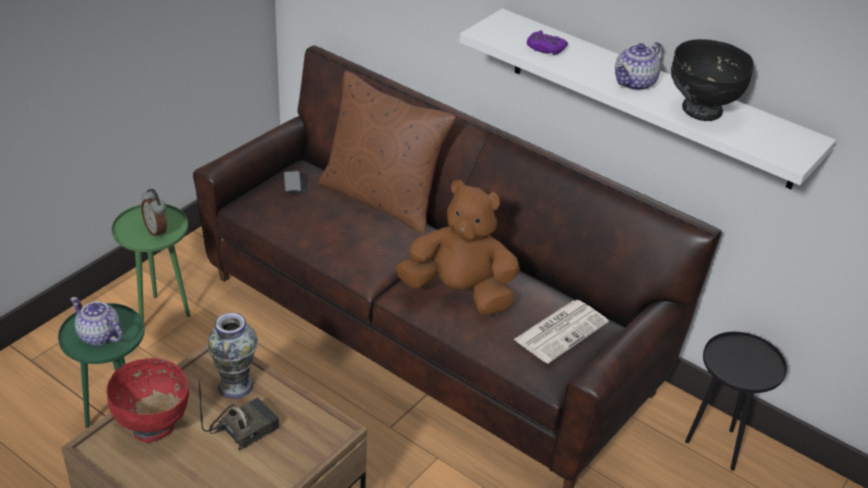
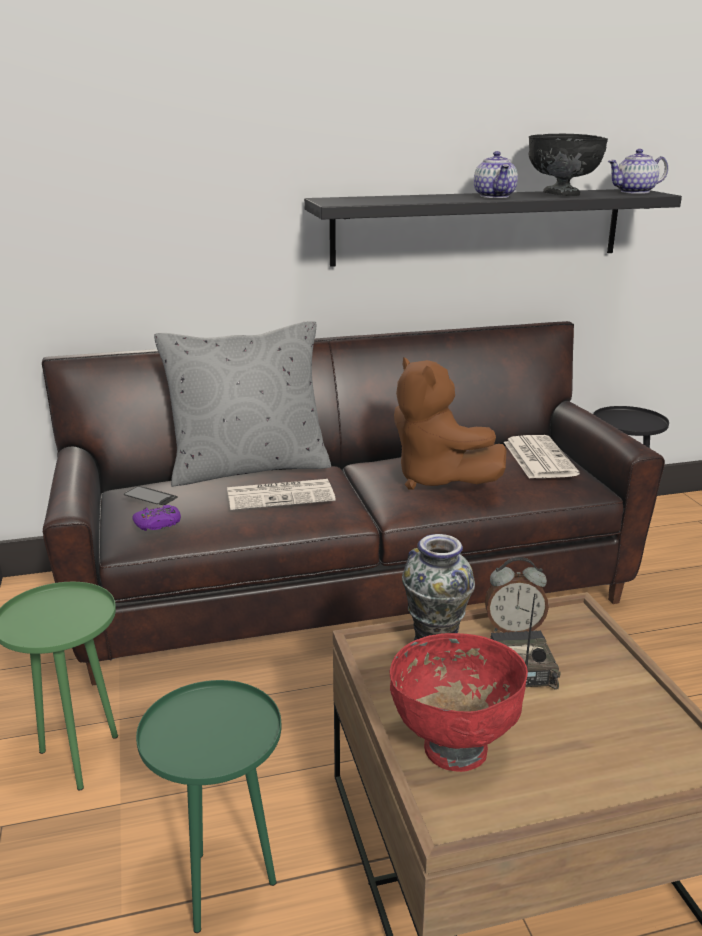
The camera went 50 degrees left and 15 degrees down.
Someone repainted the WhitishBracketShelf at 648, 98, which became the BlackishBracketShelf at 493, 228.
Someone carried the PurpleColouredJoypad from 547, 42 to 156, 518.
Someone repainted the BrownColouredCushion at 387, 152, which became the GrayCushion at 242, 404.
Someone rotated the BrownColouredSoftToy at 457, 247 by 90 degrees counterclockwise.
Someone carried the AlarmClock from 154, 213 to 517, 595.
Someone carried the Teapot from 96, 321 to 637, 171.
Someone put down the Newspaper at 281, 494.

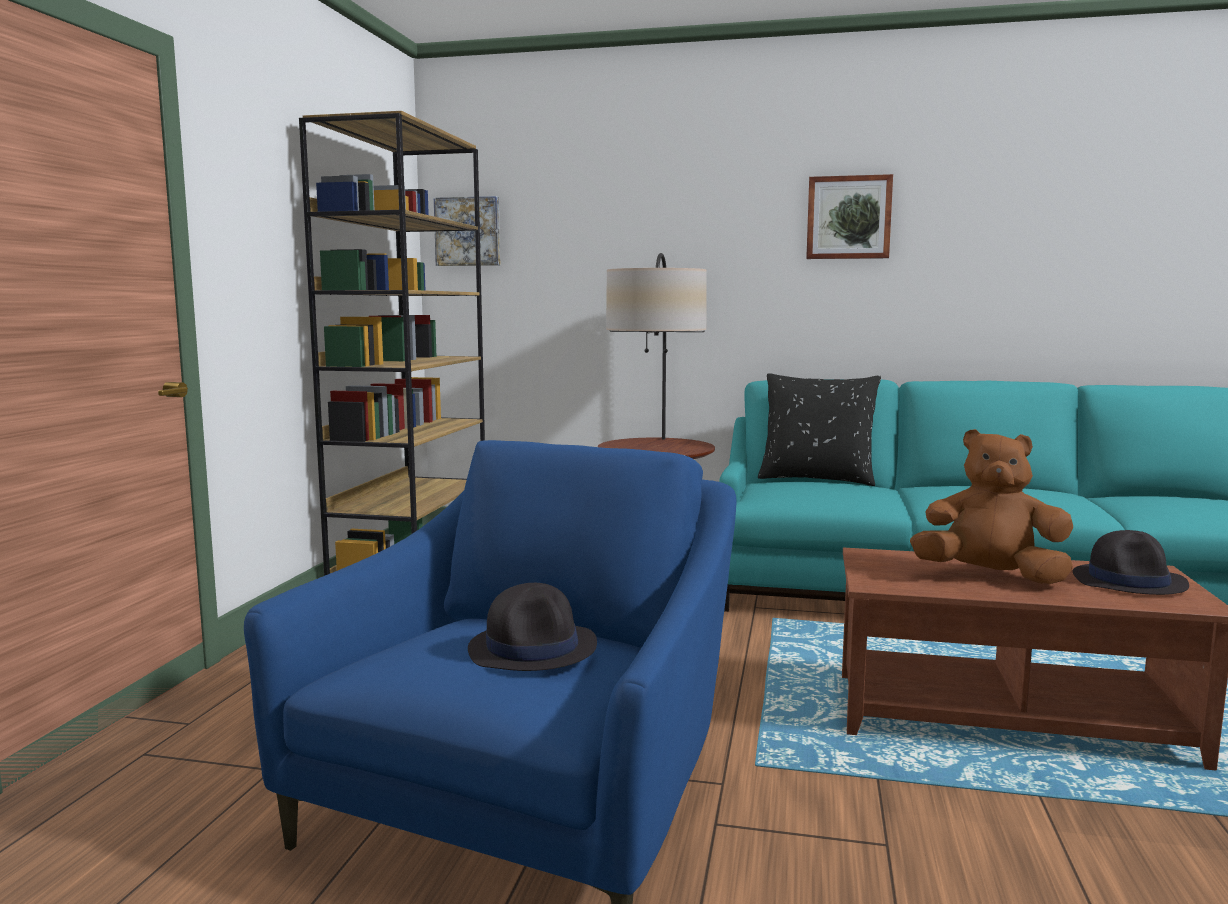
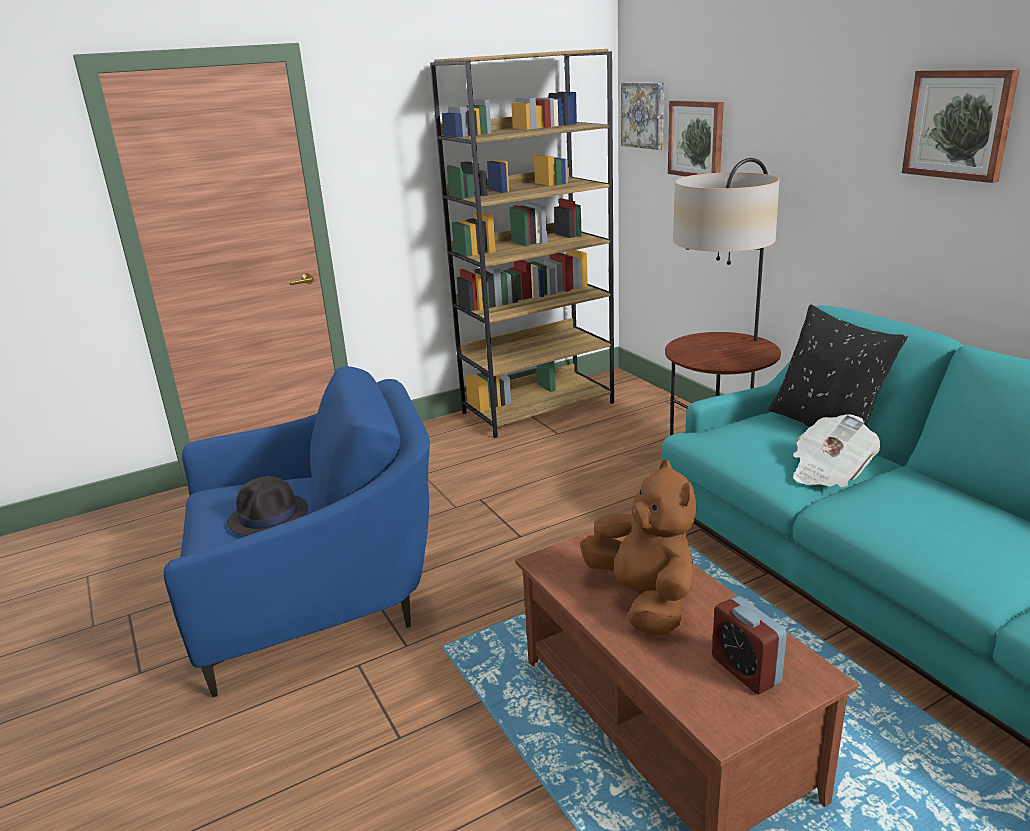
The camera went 50 degrees right and 15 degrees up.
Someone swapped the BlackishWearableHat at 1131, 562 for the AlarmClock at 749, 645.
Someone put up the WallPicture at 696, 138.
Someone put down the Newspaper at 836, 450.

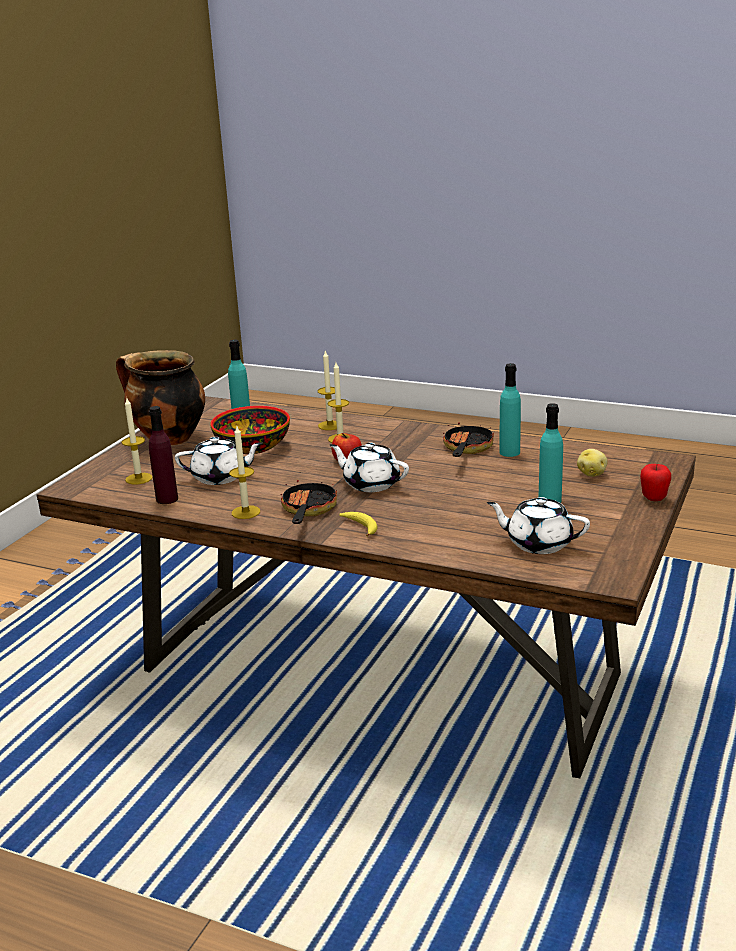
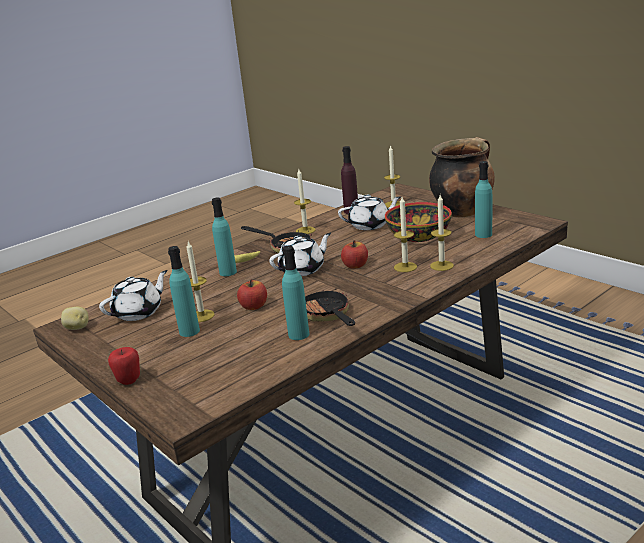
The camera went 115 degrees right and 0 degrees up.
Someone rotated the Skillet at 468, 436 by 150 degrees counterclockwise.
Someone rotated the WhitishTeapot at 219, 461 by 120 degrees counterclockwise.
Someone carried the Spud from 592, 463 to 75, 318.
Someone put down the TurquoiseBeverageBottle at 224, 237.
Someone put down the Candle at 200, 282.
Someone put down the Apple at 252, 294.

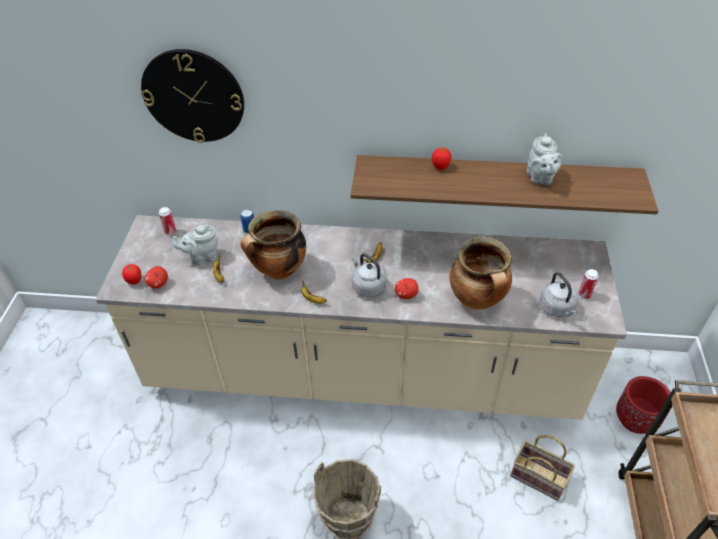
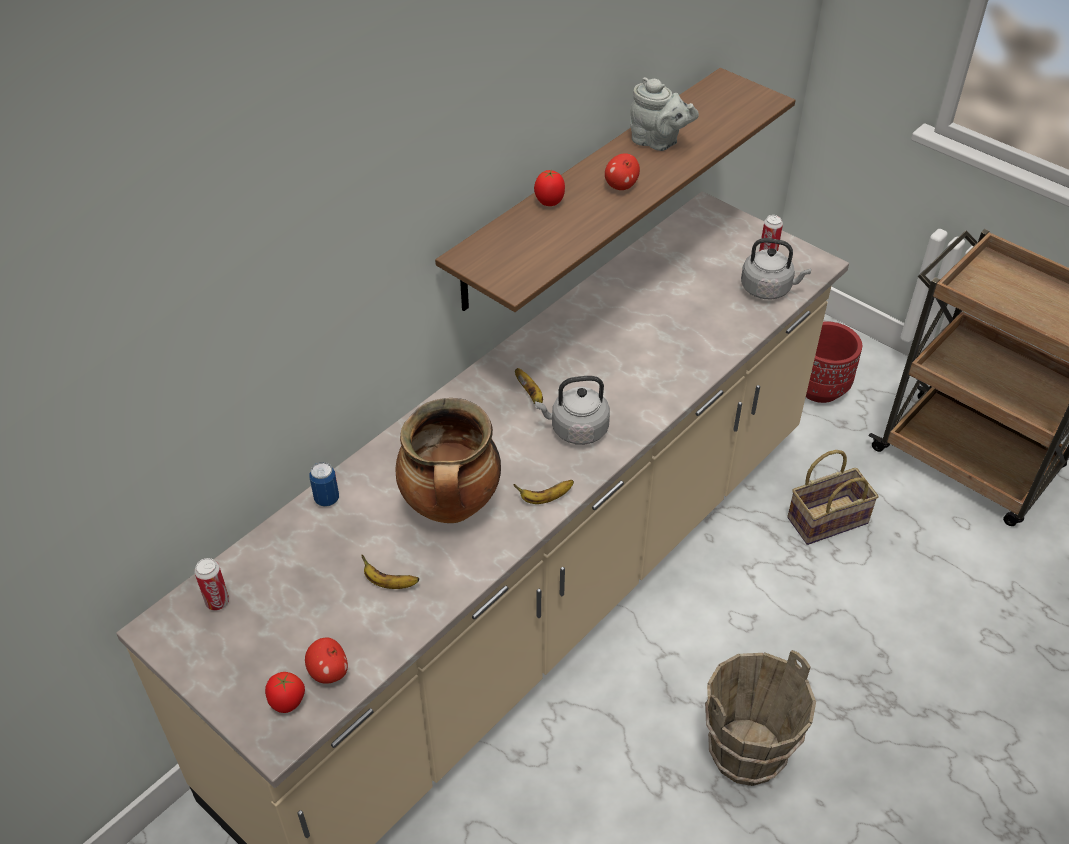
The camera went 55 degrees left and 0 degrees up.
Someone took away the ClockOnTheWall at 192, 96.
Someone took away the GrayTeapot at 195, 245.
Someone took away the CookingPot at 480, 273.
Someone carried the Apple from 406, 288 to 622, 171.

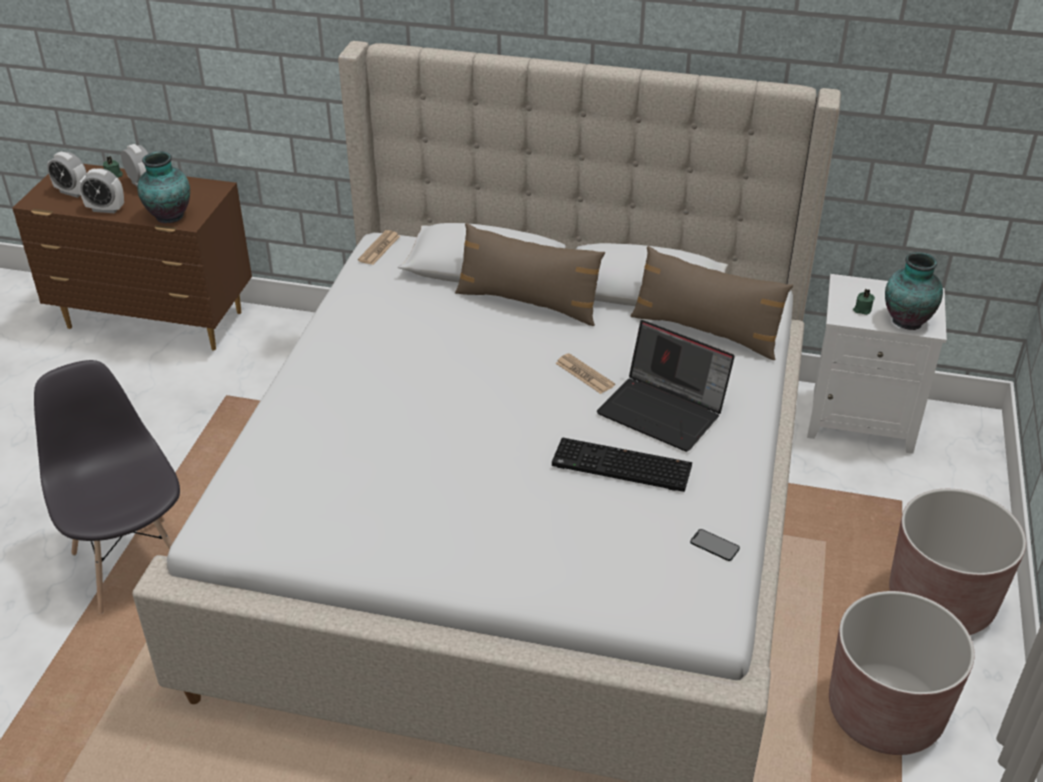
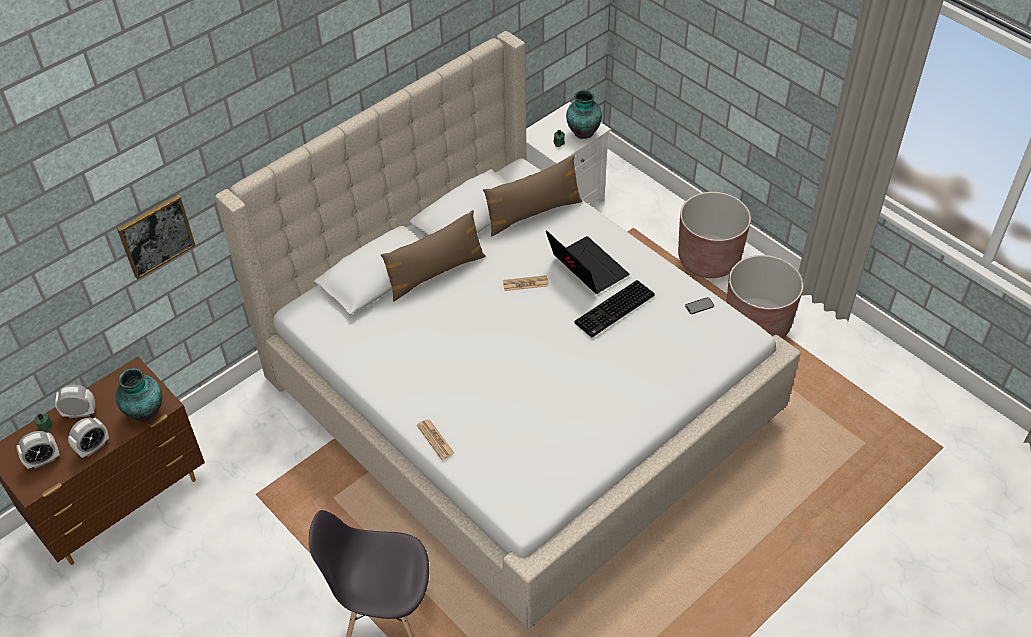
The camera went 55 degrees left and 10 degrees up.
Someone carried the Newspaper from 379, 247 to 435, 439.
Someone rotated the PortableComputer at 666, 386 by 105 degrees counterclockwise.
Someone put up the WallPicture at 156, 237.

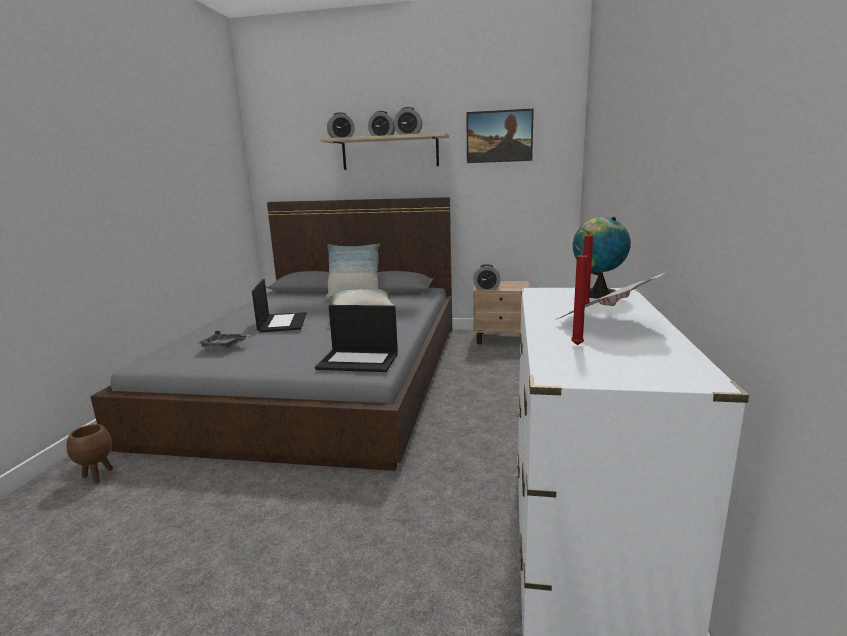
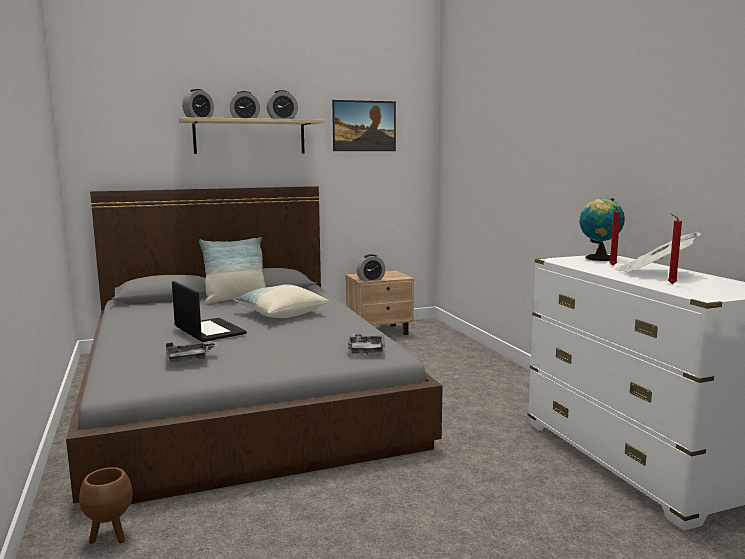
The camera went 30 degrees left and 5 degrees down.
Someone swapped the PortableComputer at 356, 338 for the GrayTray at 366, 344.

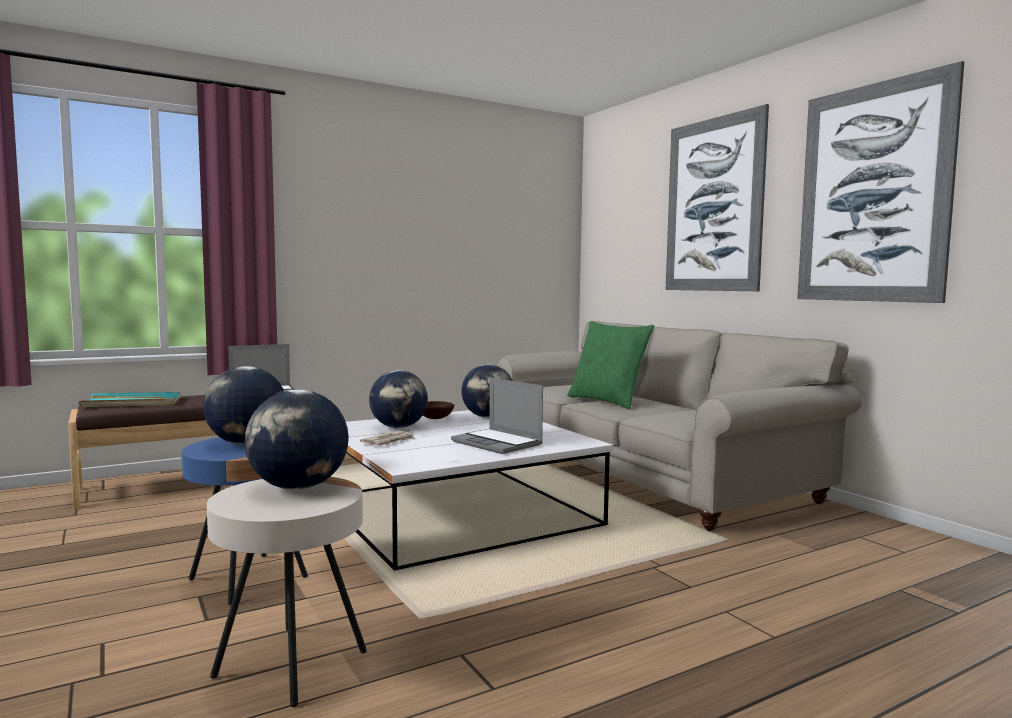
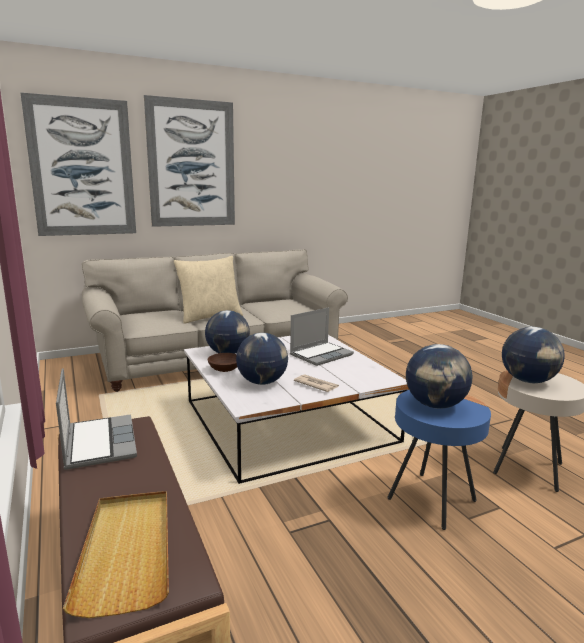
The camera went 85 degrees left and 10 degrees up.
Someone carried the WallPicture from 880, 182 to 78, 164.
Someone repainted the GreenCushion at 610, 365, which became the BeigeCushion at 208, 290.
Someone repainted the TurquoiseTray at 129, 399, which became the BeigeTray at 116, 554.

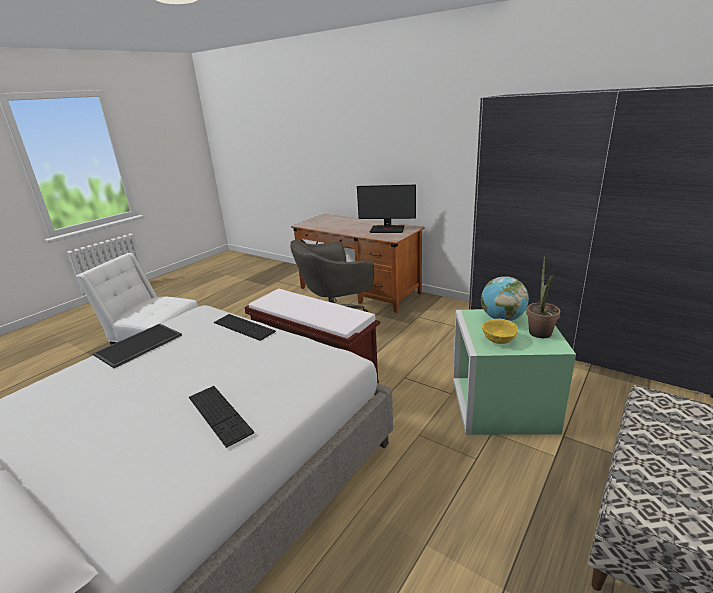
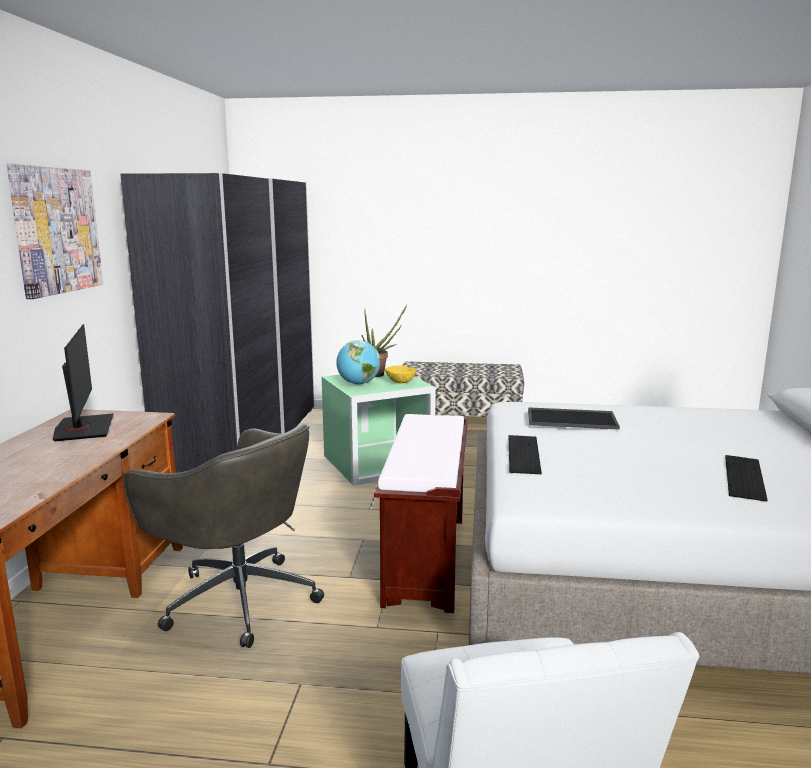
The camera went 120 degrees left and 10 degrees down.
Someone carried the Tray from 137, 346 to 574, 418.
Someone carried the PcKeyboard from 221, 417 to 746, 478.
Someone put up the WallPicture at 55, 231.

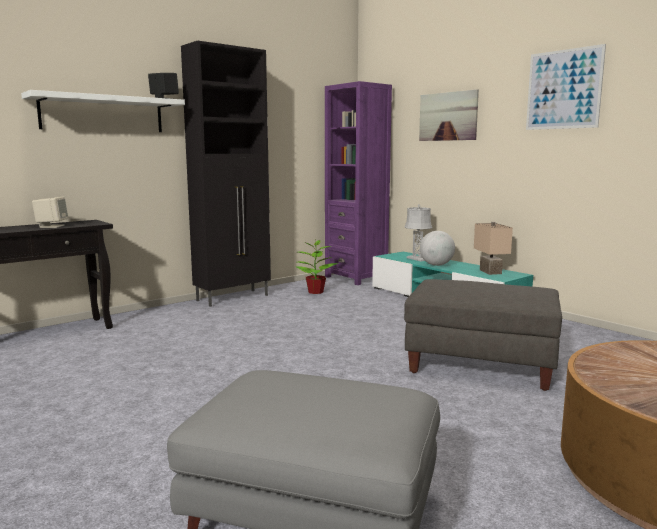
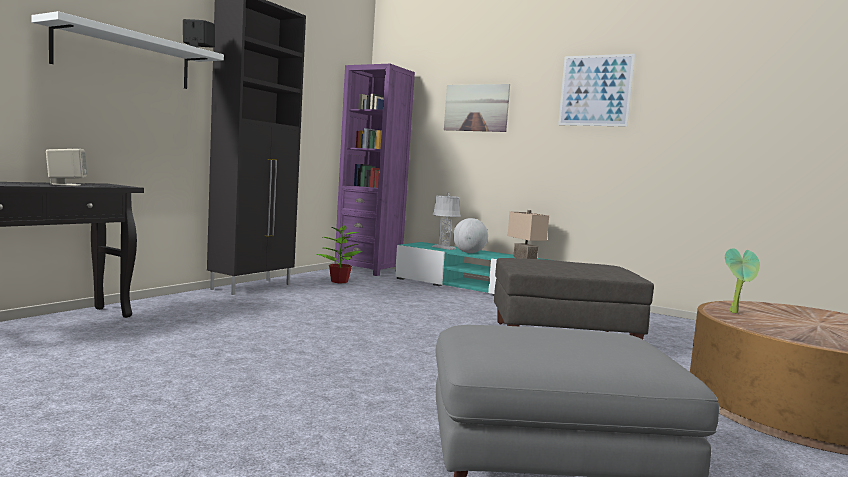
The camera went 20 degrees left and 5 degrees down.
Someone put down the PottedPlant at 742, 280.

